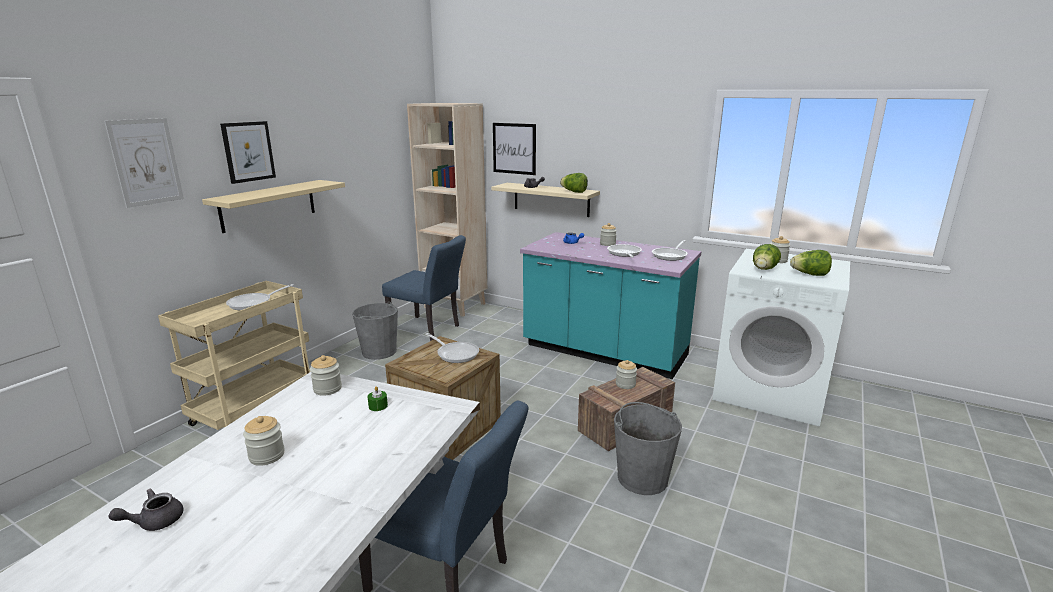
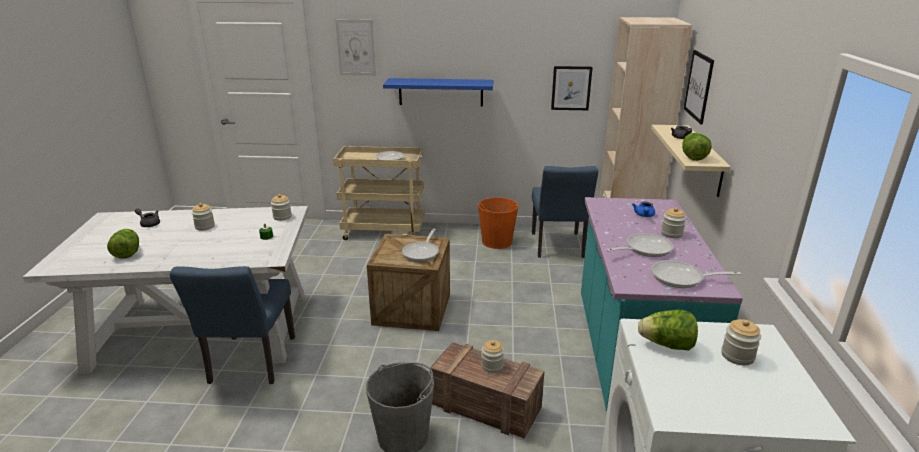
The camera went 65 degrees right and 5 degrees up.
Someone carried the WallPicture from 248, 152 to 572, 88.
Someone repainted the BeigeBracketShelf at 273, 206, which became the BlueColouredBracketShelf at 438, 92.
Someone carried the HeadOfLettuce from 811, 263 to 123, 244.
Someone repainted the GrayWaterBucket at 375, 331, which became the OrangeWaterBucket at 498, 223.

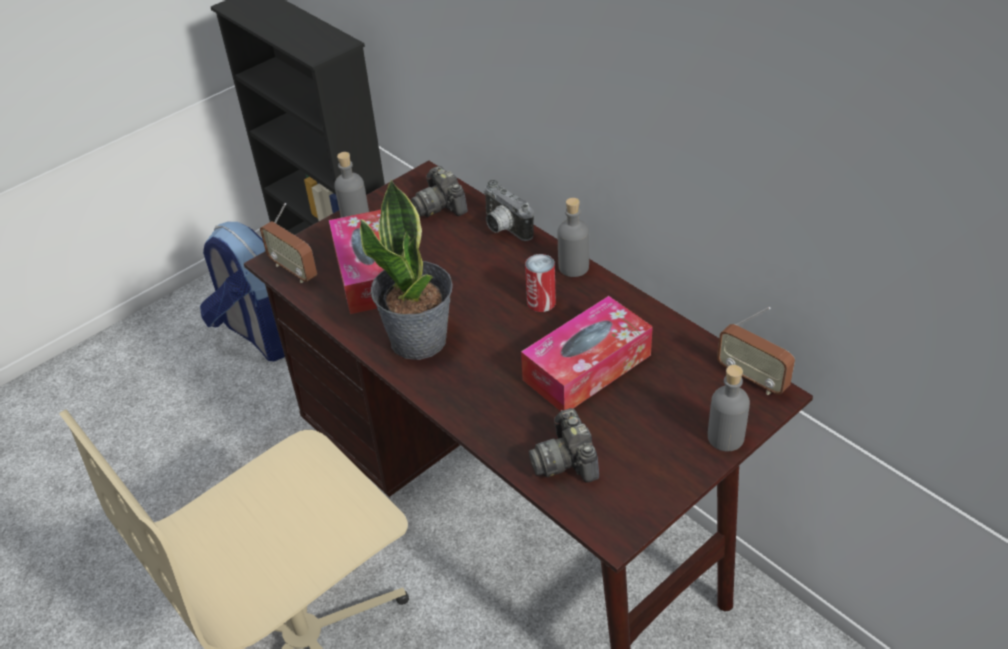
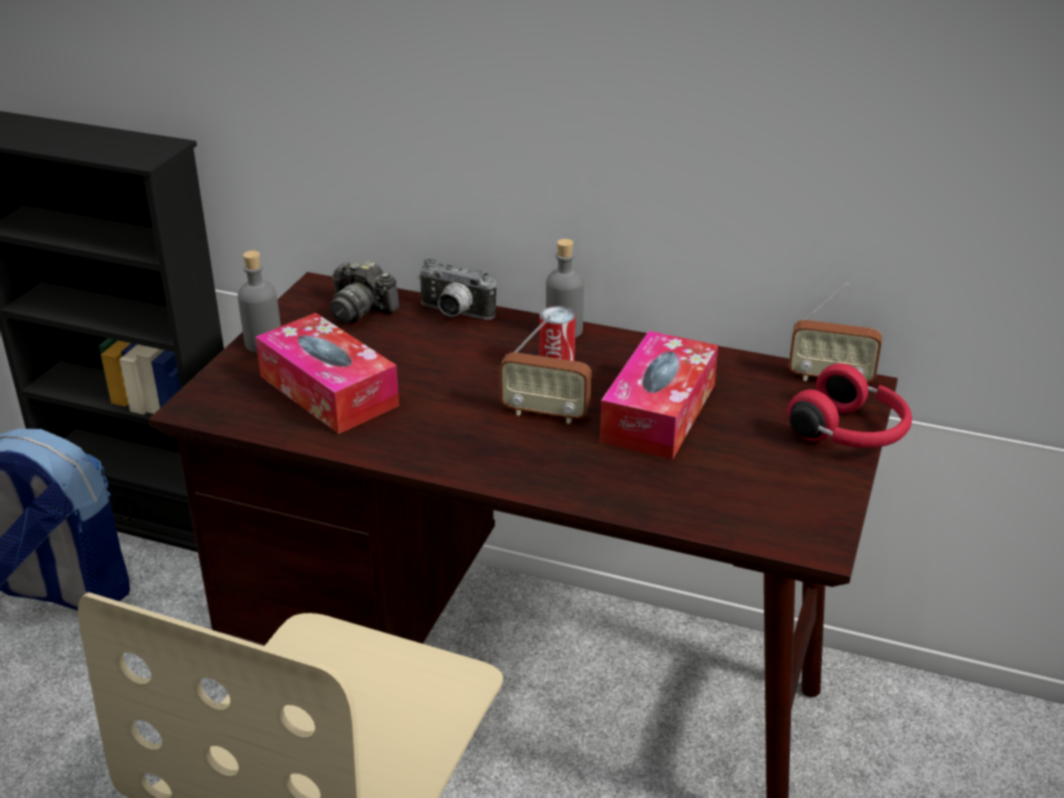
The camera went 30 degrees left and 10 degrees down.
Someone took away the PottedPlant at 406, 269.
Someone carried the Radio from 288, 243 to 545, 369.
Someone swapped the GrayBeverageBottle at 729, 408 for the ReddishPairOfHeadphones at 850, 405.
Someone took away the PhotoCamera at 564, 445.

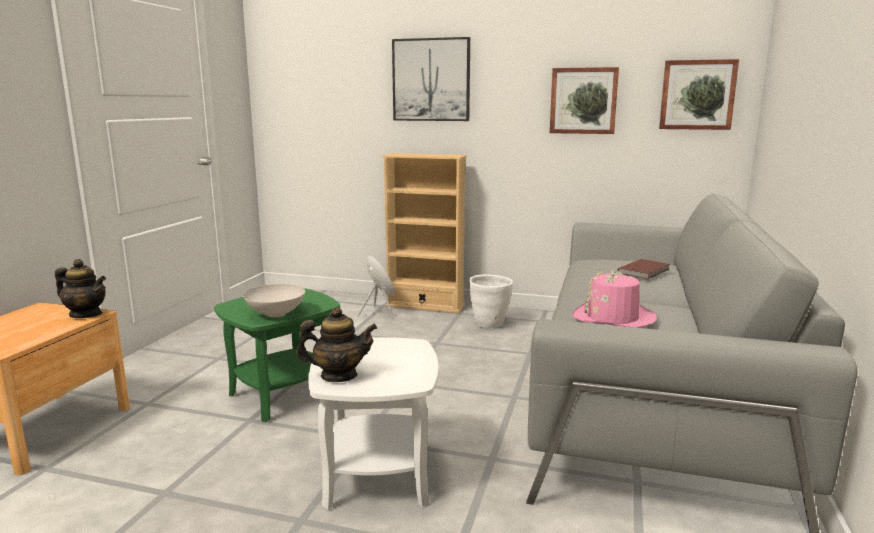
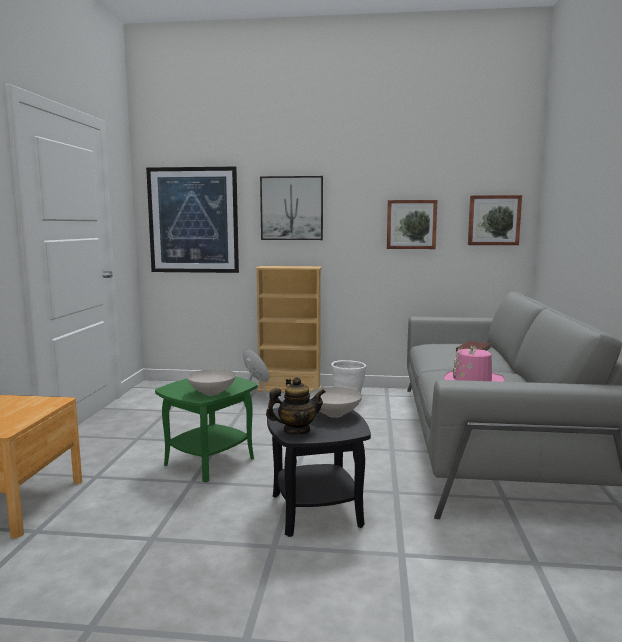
The camera went 10 degrees left and 5 degrees down.
Someone took away the Teapot at 80, 288.
Someone repainted the WhitishSideTable at 373, 423, which became the BlackishSideTable at 319, 472.
Someone put up the WallPicture at 192, 220.
Someone put down the WhitishDeepDish at 335, 402.

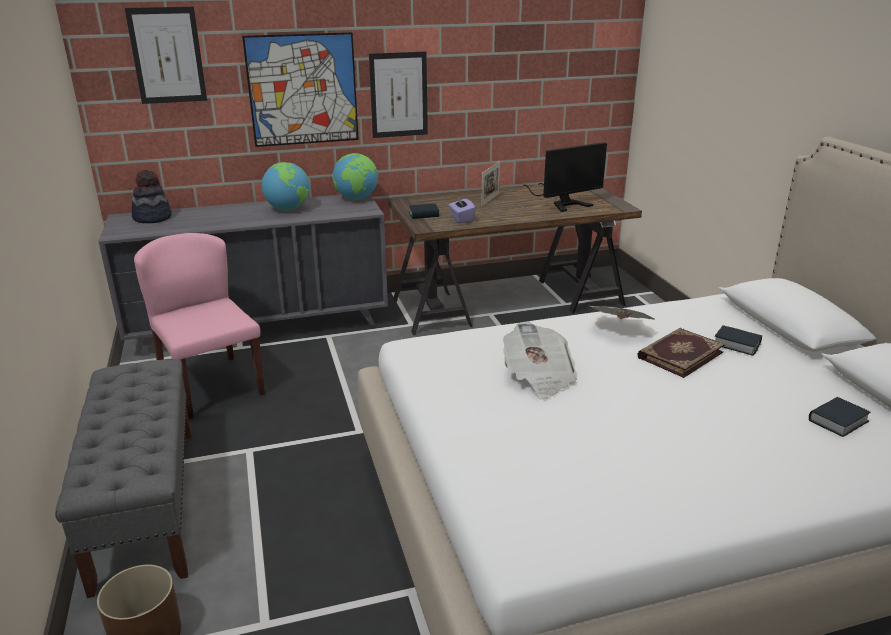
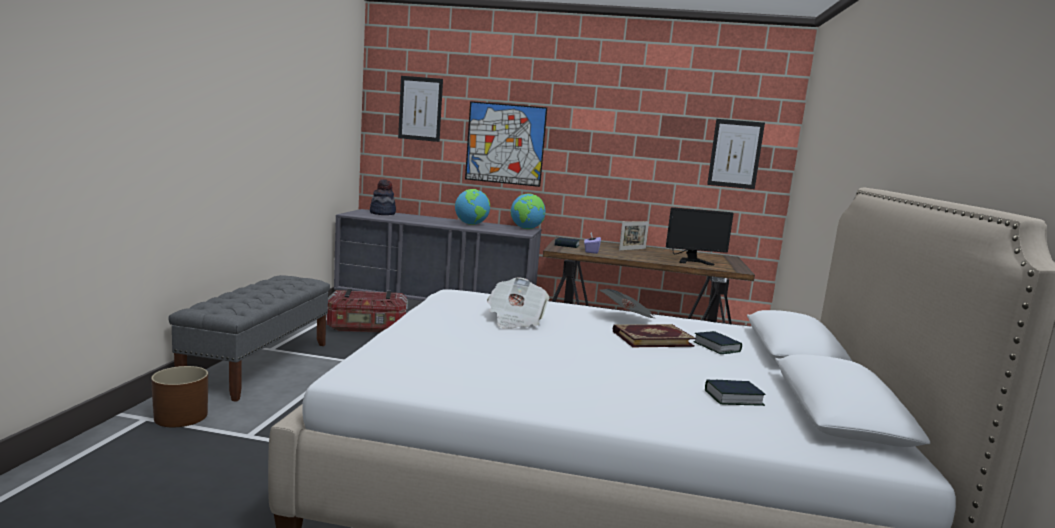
The camera went 25 degrees right and 15 degrees down.
Someone carried the WallPicture from 398, 94 to 736, 154.
Someone swapped the PinkishPlainChair at 199, 326 for the StorageBin at 367, 310.

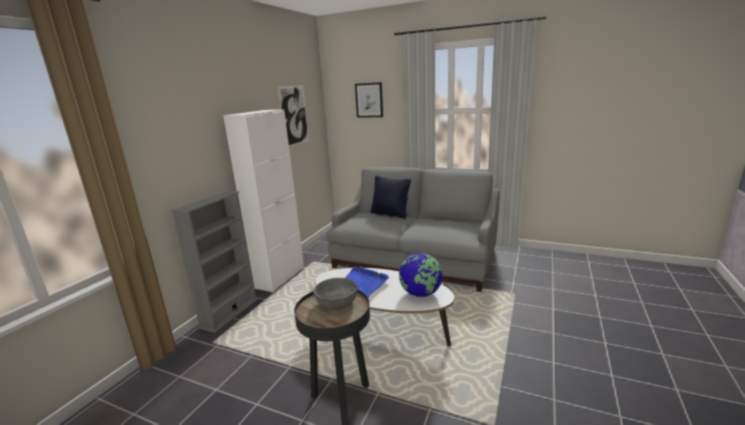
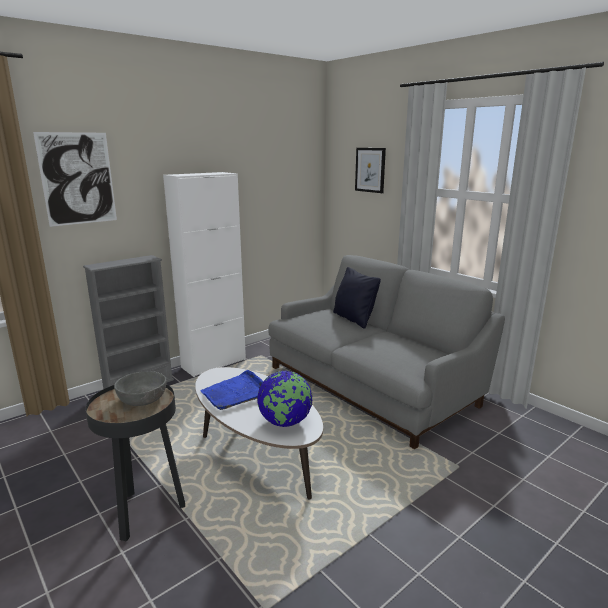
The camera went 25 degrees right and 0 degrees up.
Someone carried the WallPicture from 293, 115 to 75, 179.

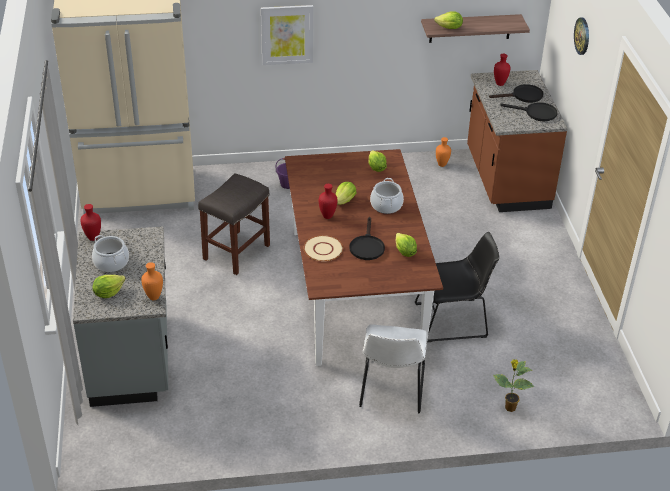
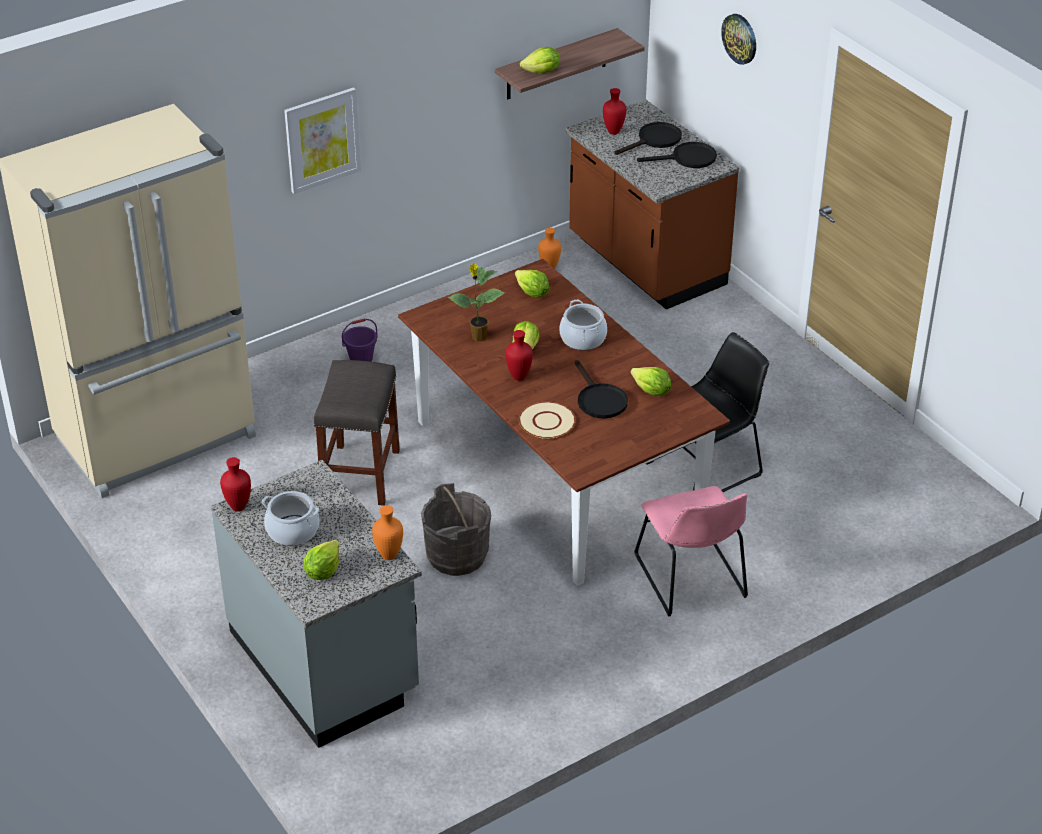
The camera went 25 degrees left and 0 degrees up.
Someone repainted the WhitishPlainChair at 393, 369, which became the PinkishPlainChair at 691, 551.
Someone carried the PottedPlant from 514, 385 to 476, 303.
Someone put down the GrayWaterBucket at 456, 529.

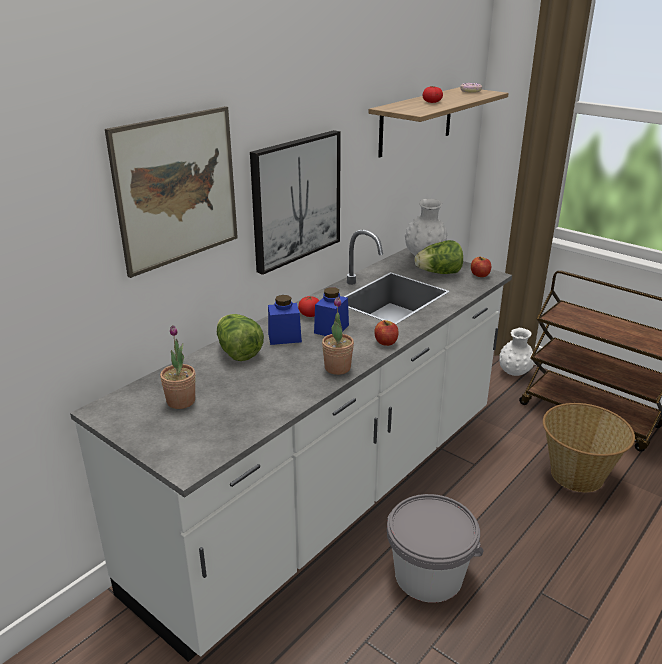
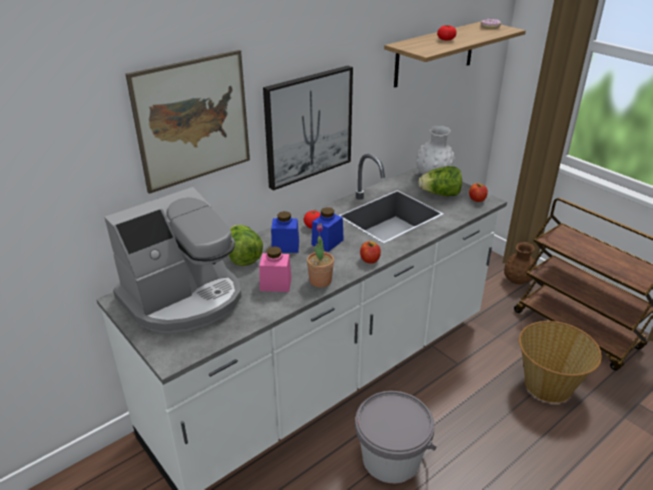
The camera went 10 degrees right and 5 degrees up.
Someone swapped the PottedPlant at 178, 367 for the CoffeeBrewer at 173, 260.
Someone repainted the WhitishVase at 516, 352, which became the BrownColouredVase at 520, 263.
Someone put down the PinkishStorageJar at 275, 269.

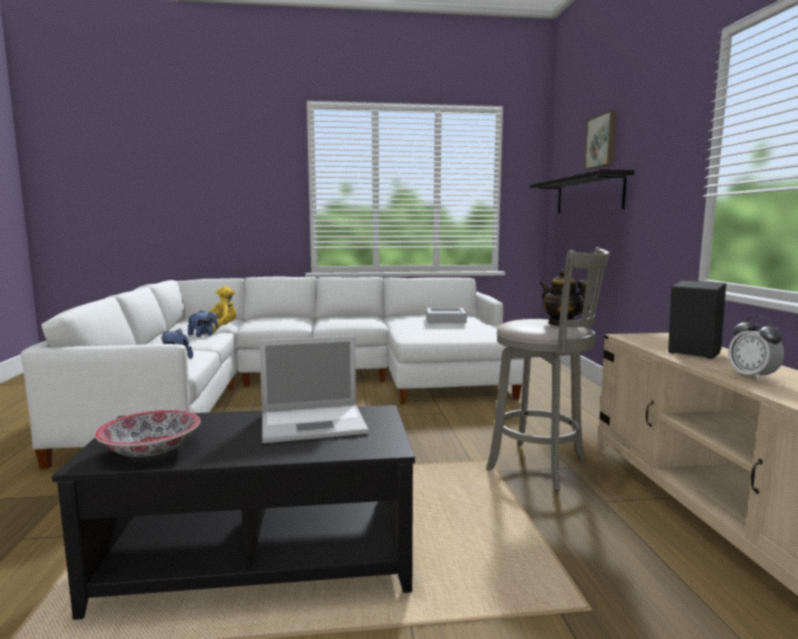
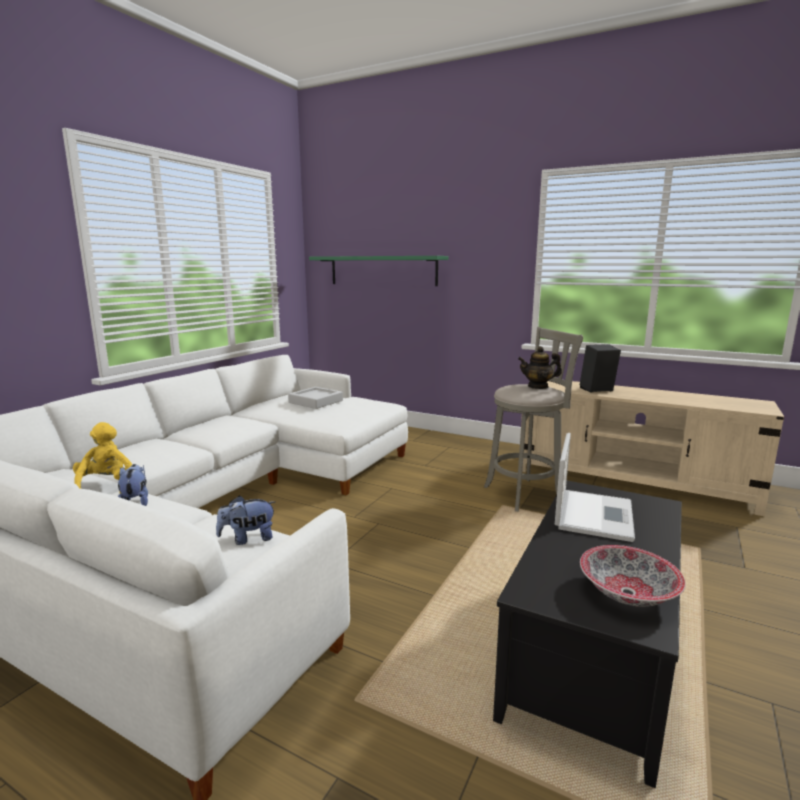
The camera went 55 degrees left and 5 degrees up.
Someone took away the WallPicture at 600, 140.
Someone repainted the BlackishBracketShelf at 582, 191, which became the GreenBracketShelf at 379, 271.
Someone took away the AlarmClock at 756, 348.

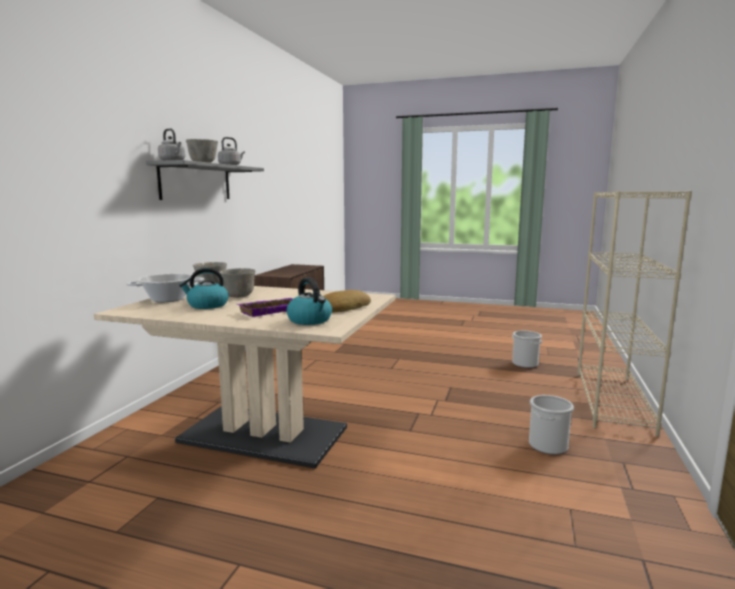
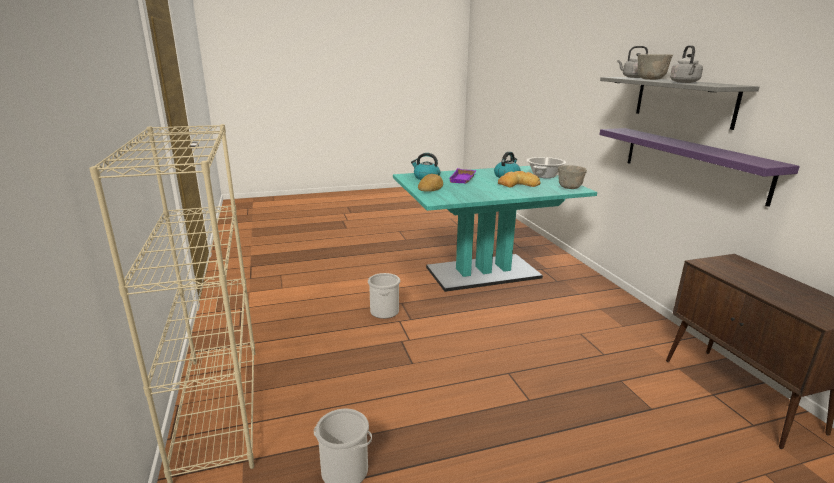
The camera went 145 degrees right and 10 degrees up.
Someone swapped the GrayDeepDish at 238, 283 for the Bread at 519, 179.
Someone repainted the BeigeKitchenTable at 244, 377, which became the TurquoiseKitchenTable at 495, 229.
Someone carried the WaterBucket from 551, 425 to 384, 296.
Someone put up the PurpleColouredBracketShelf at 699, 167.

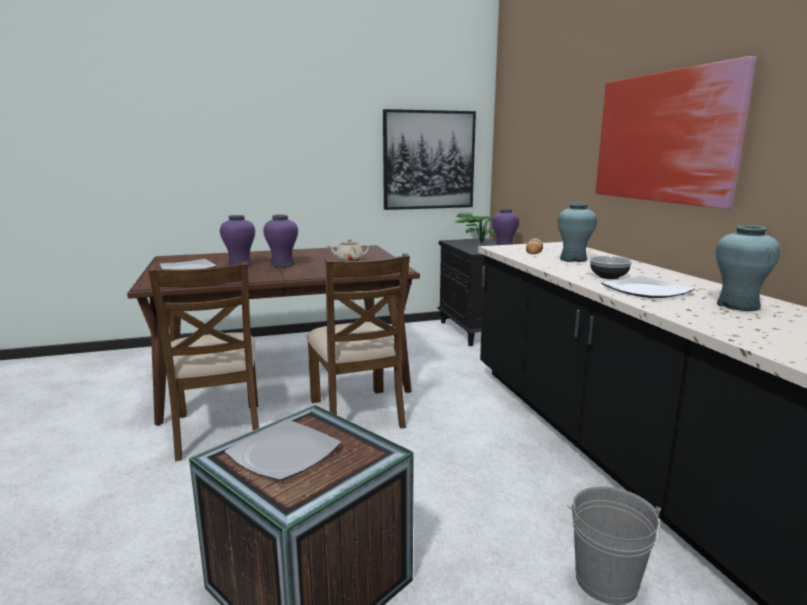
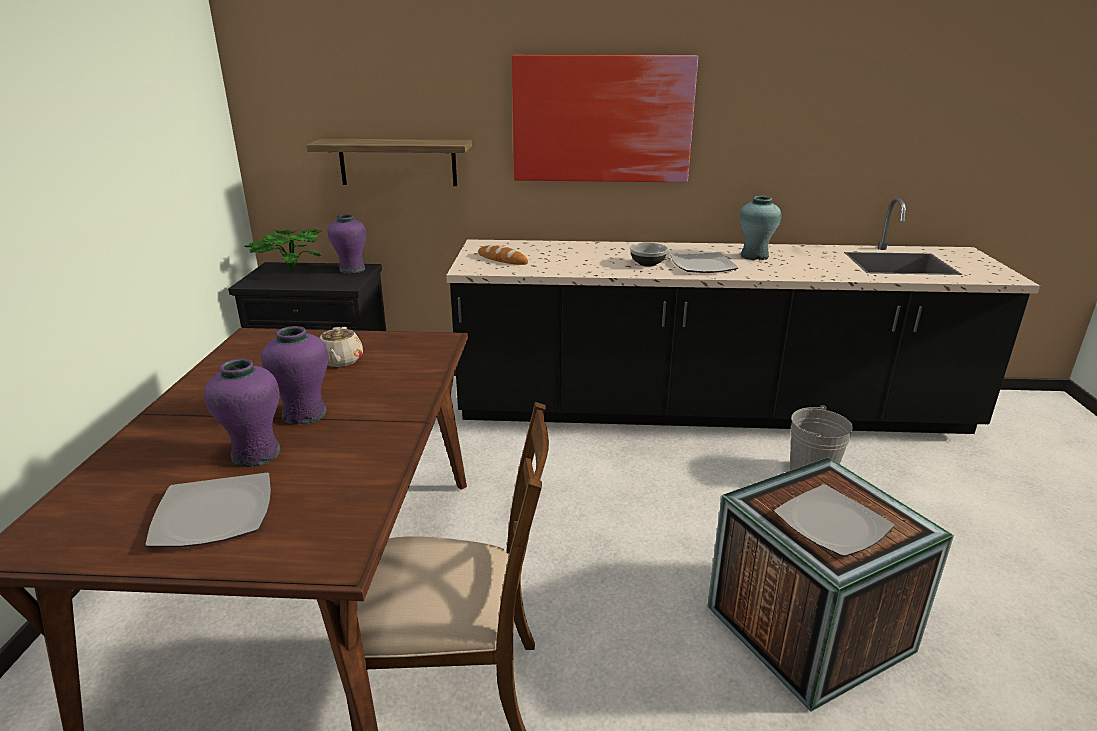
The camera went 70 degrees left and 10 degrees up.
Someone took away the WallPicture at 429, 159.
Someone took away the TurquoiseVase at 577, 232.
Someone took away the BrownColouredPlainChair at 358, 341.
Someone put up the BracketShelf at 389, 162.

